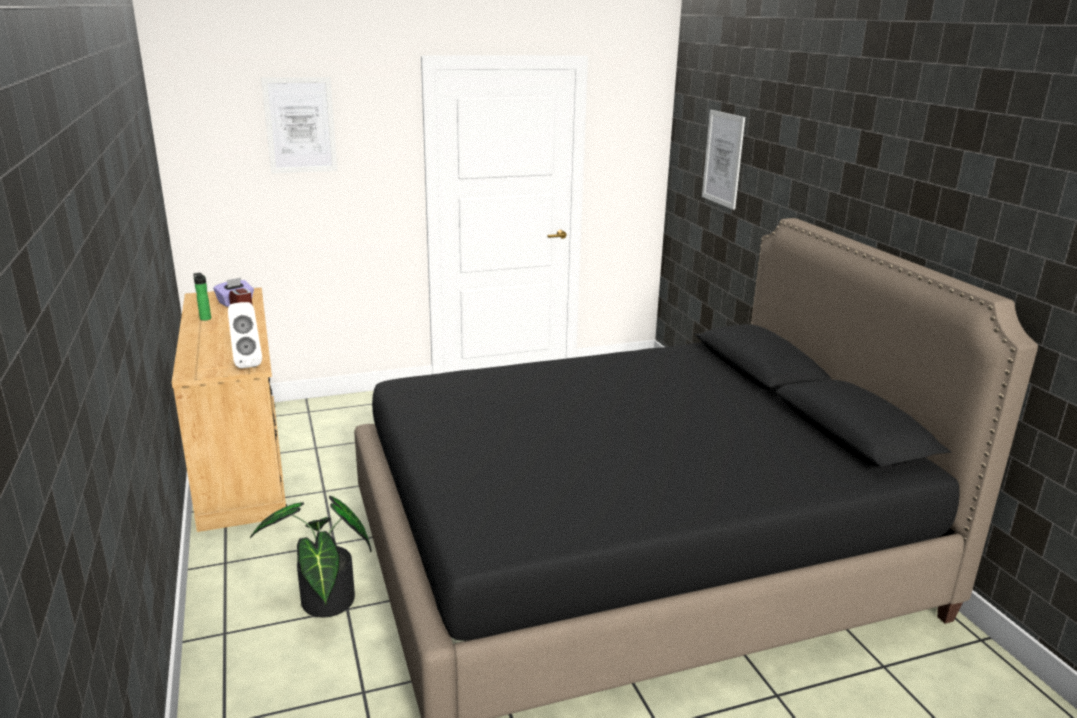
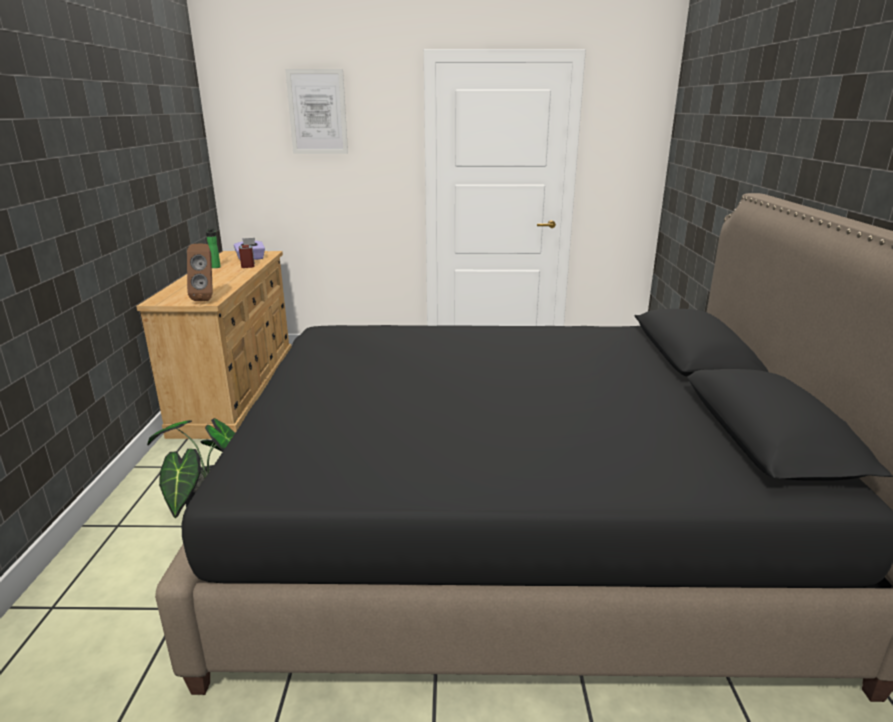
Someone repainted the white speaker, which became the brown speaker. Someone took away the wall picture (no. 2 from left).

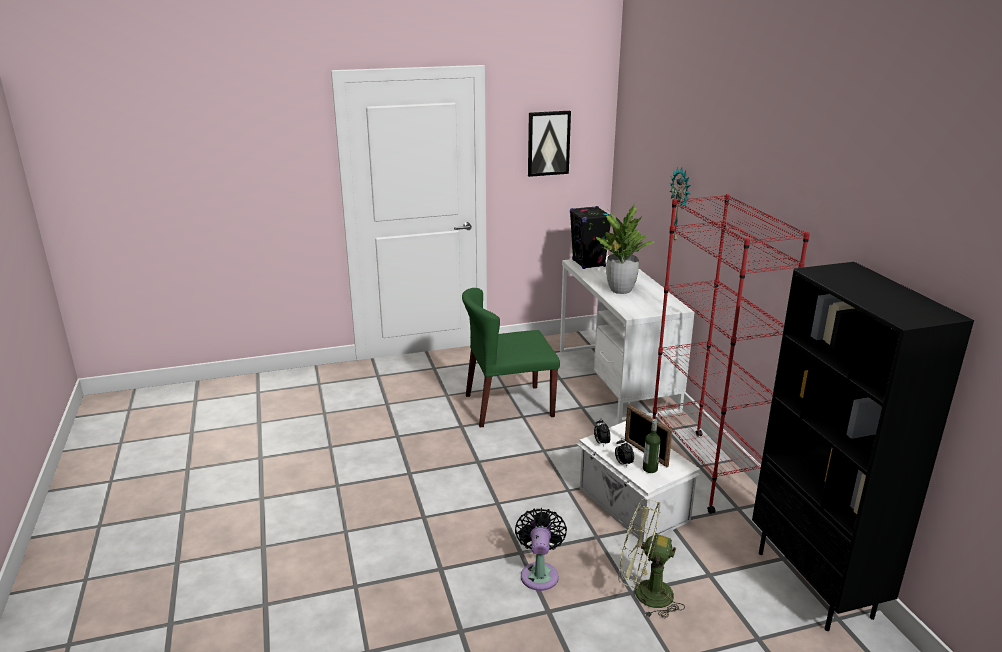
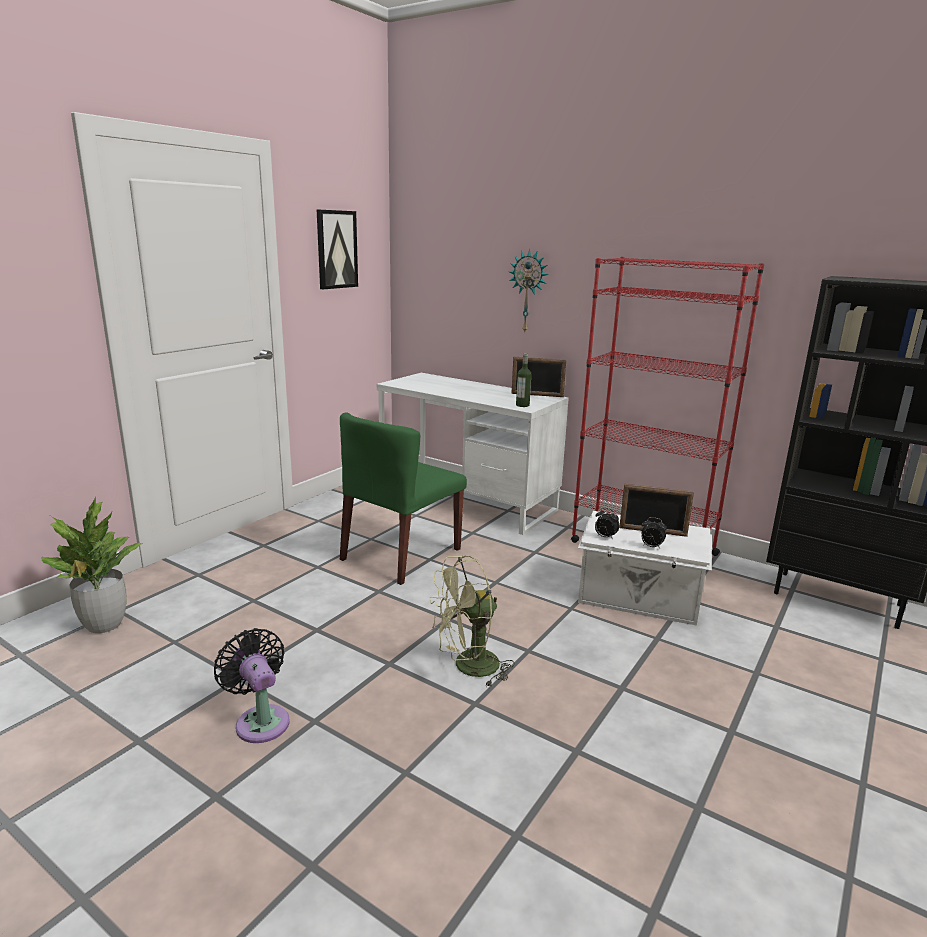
Someone carried the potted plant. Someone carried the black cooling fan. Someone carried the greenish cooling fan. Someone put down the photo frame (no. 1 from left). Someone carried the bottle. Someone took away the black speaker.

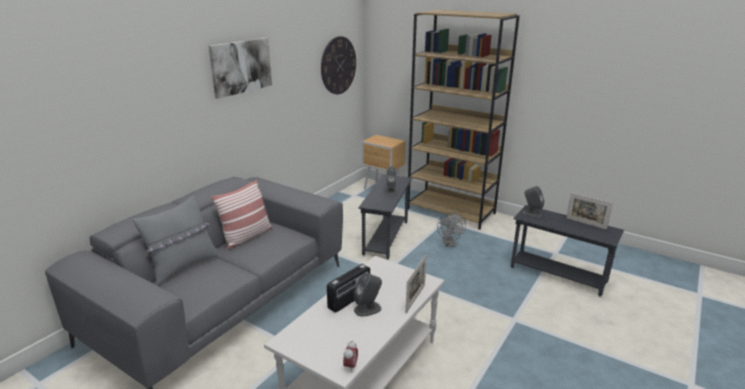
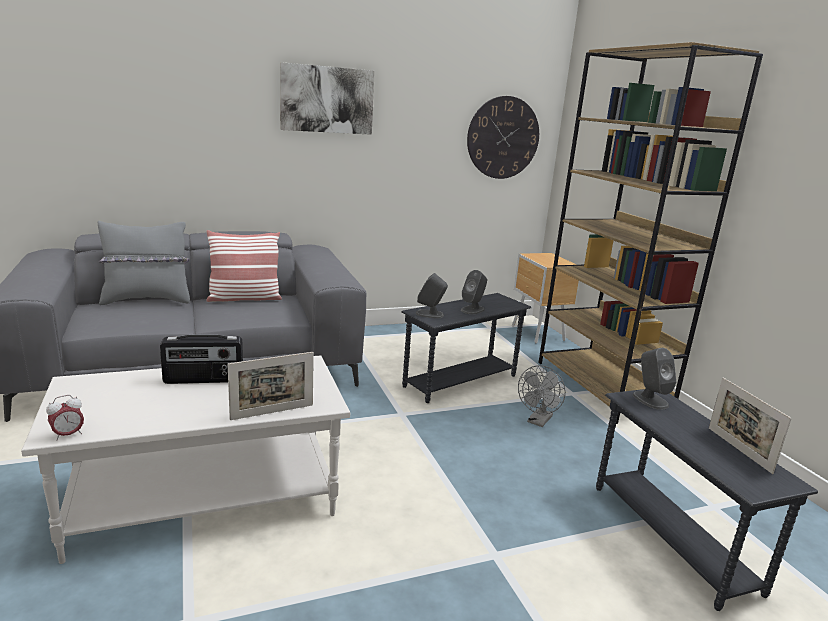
Someone carried the greyish speaker (no. 1 from left).

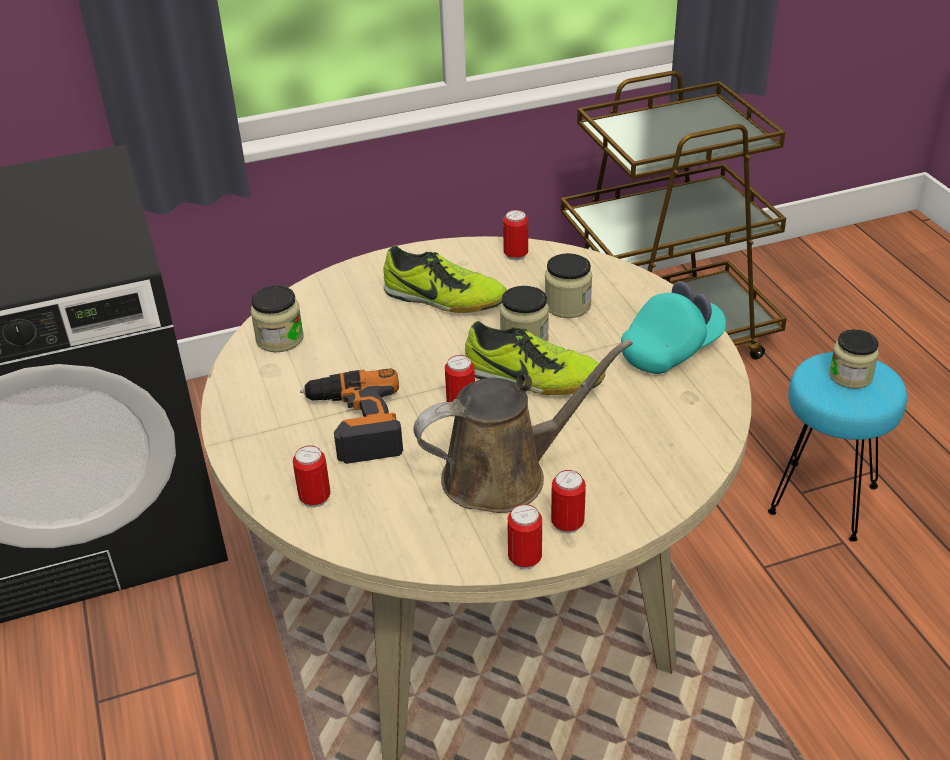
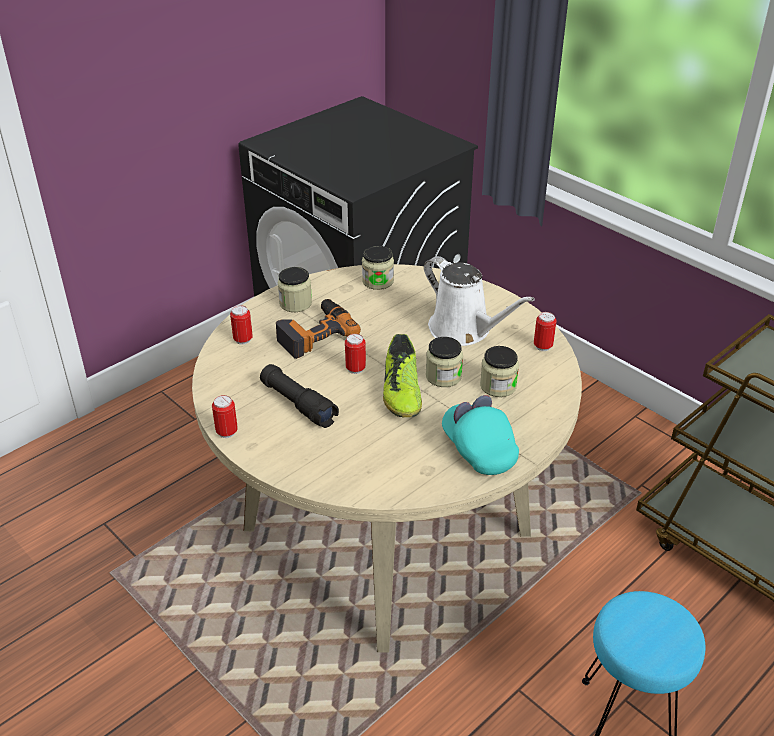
Someone swapped the brown watering pot for the black hand torch. Someone carried the jar (no. 4 from left in the first image). Someone swapped the item of footwear (no. 1 from left) for the white watering pot. Someone rotated the turquoise cap by 150 degrees counterclockwise. Someone took away the can (no. 5 from left).

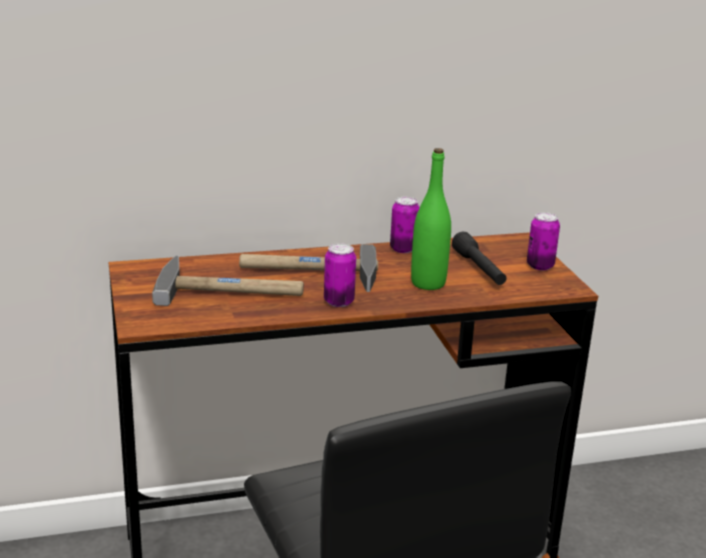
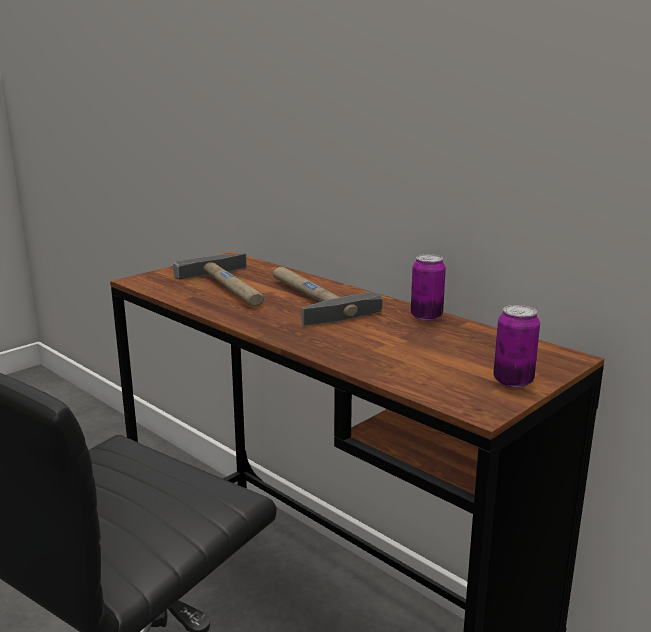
Someone took away the can (no. 1 from left). Someone took away the greenish bottle. Someone took away the black hand torch.

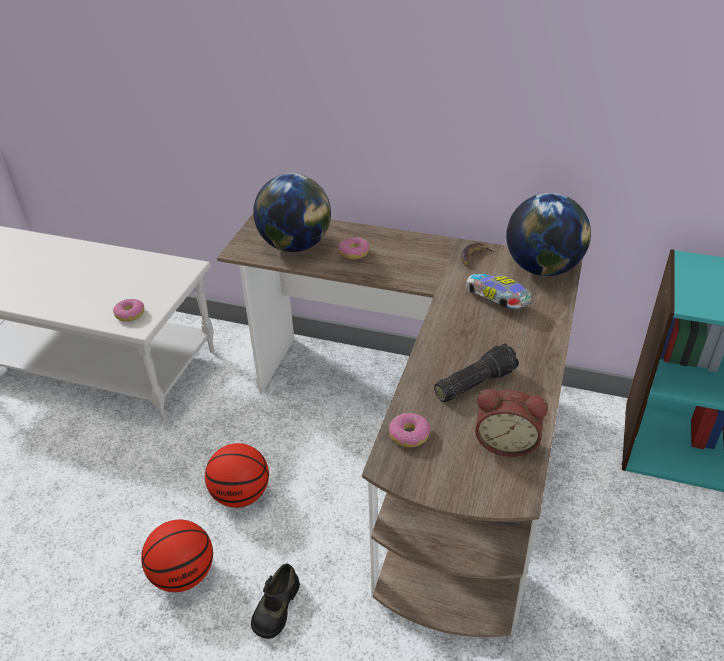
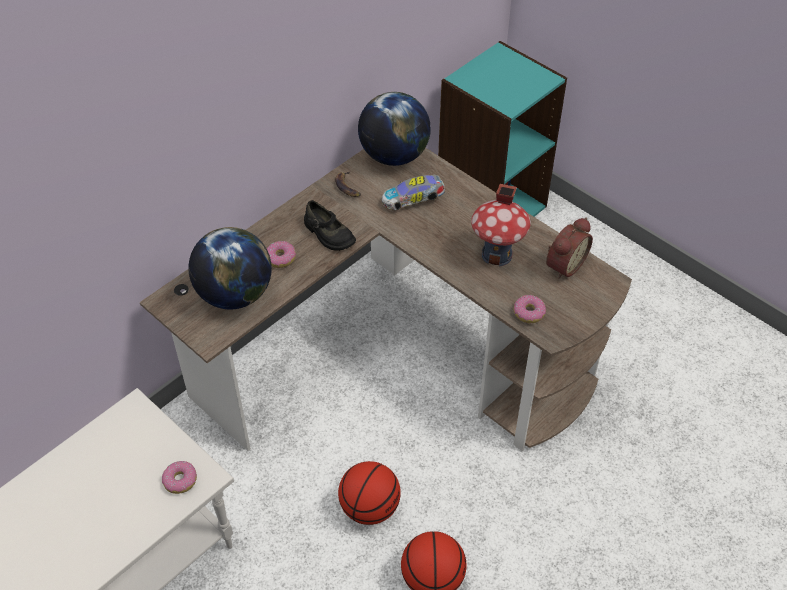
Someone carried the black item of footwear. Someone swapped the hand torch for the miniature house.

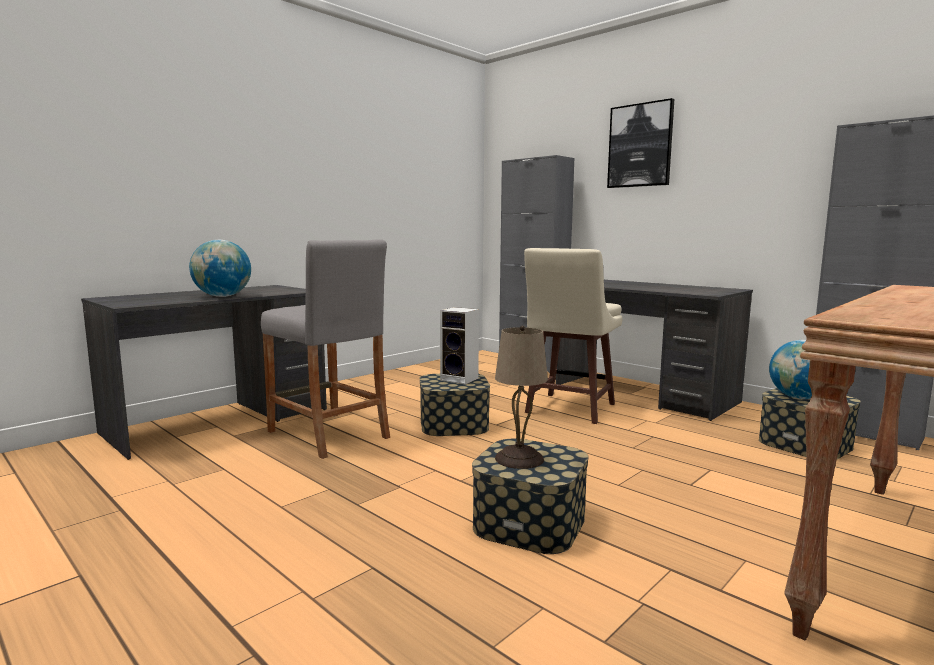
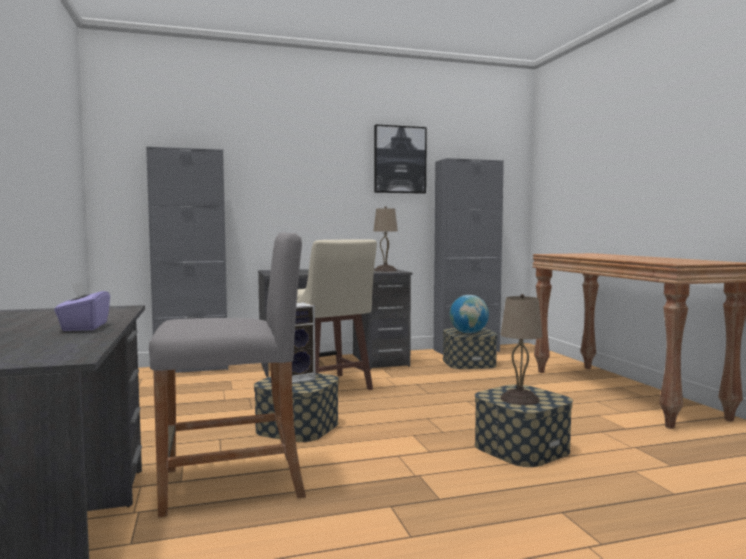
Someone swapped the globe (no. 1 from left) for the purplish tissue box. Someone put down the beige-coloured lamp for a table (no. 1 from left). Someone carried the wall picture.

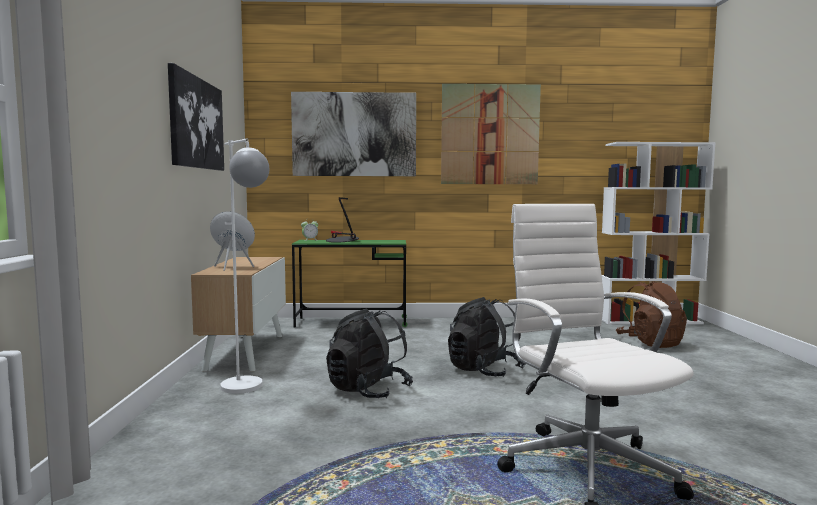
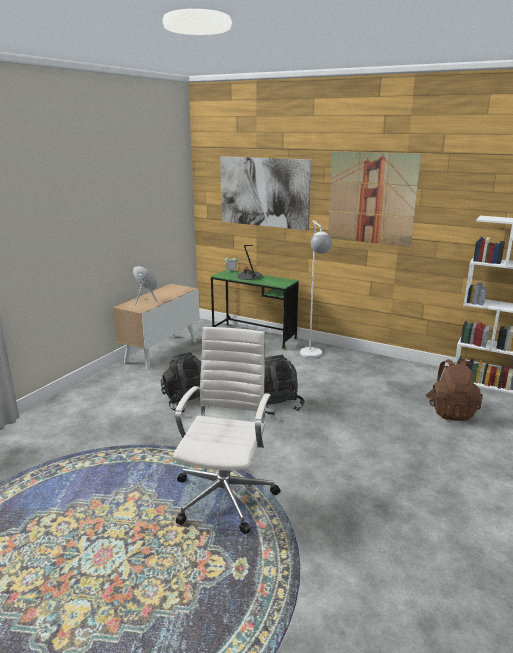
Someone carried the white standard lamp. Someone took away the wall picture (no. 1 from left).

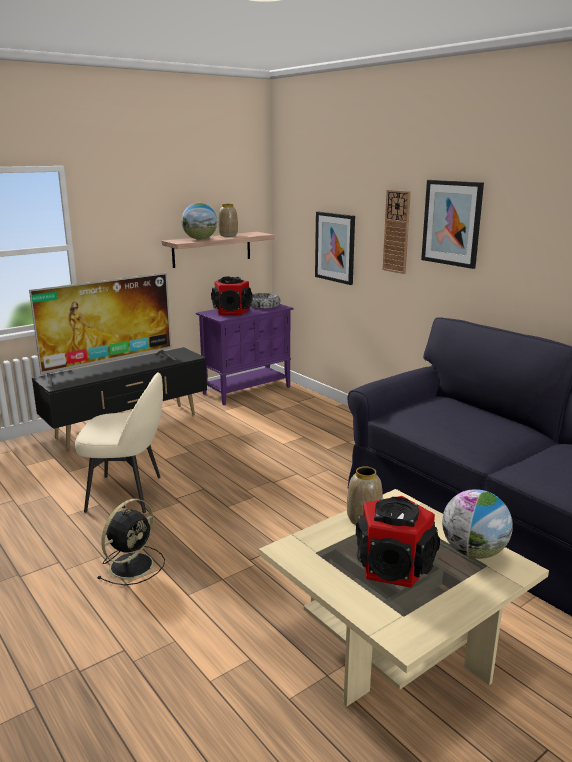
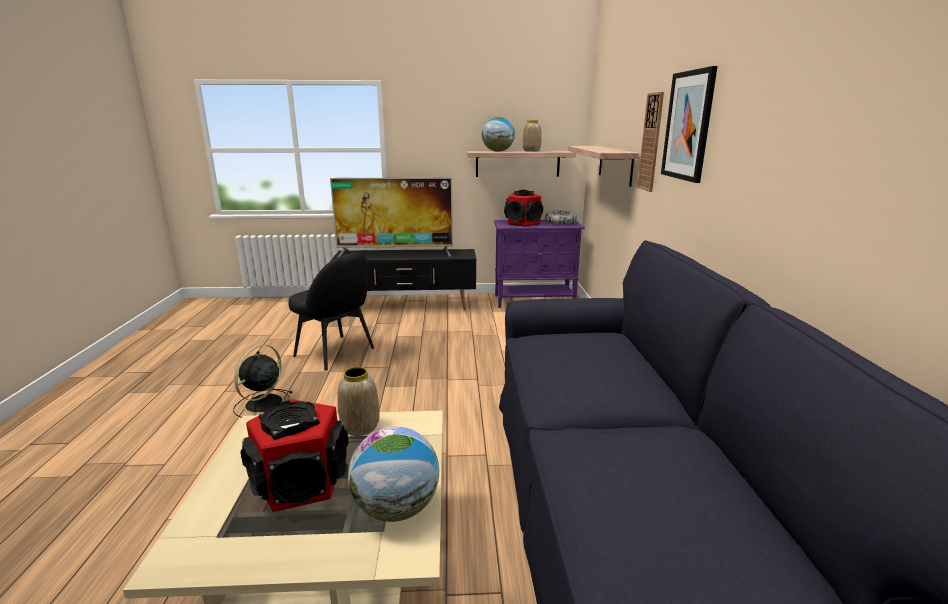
Someone rotated the black cooling fan by 135 degrees clockwise. Someone repainted the beige-coloured chair, which became the black chair. Someone swapped the wall picture (no. 1 from left) for the wall shelf (no. 2 from left).

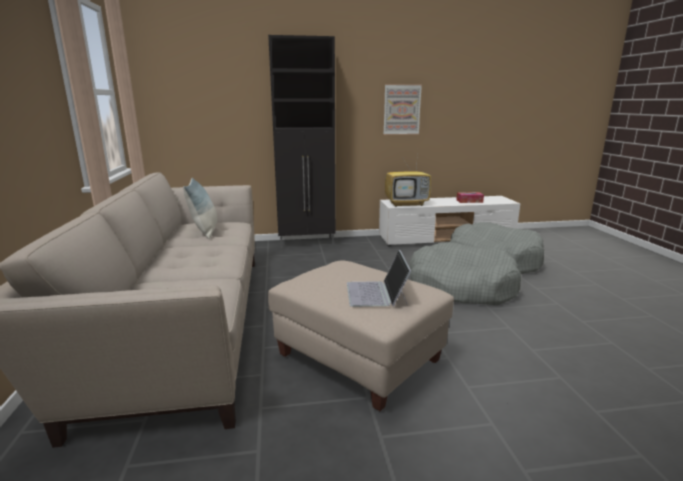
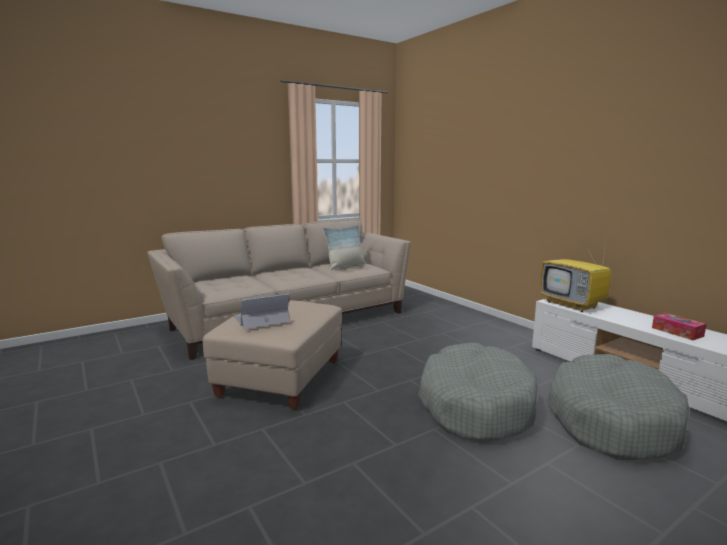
Someone took away the black storage cabinet. Someone took away the wall picture.

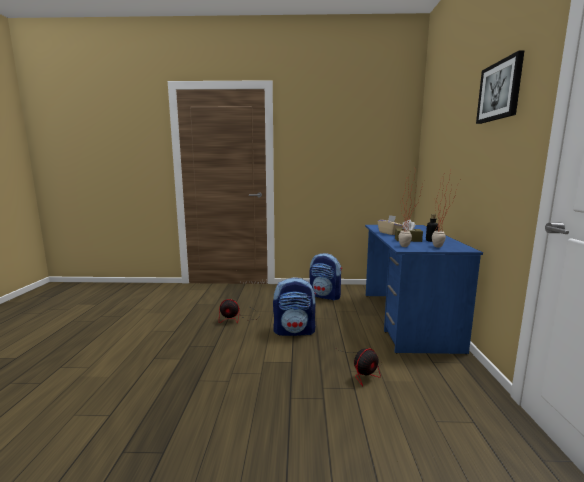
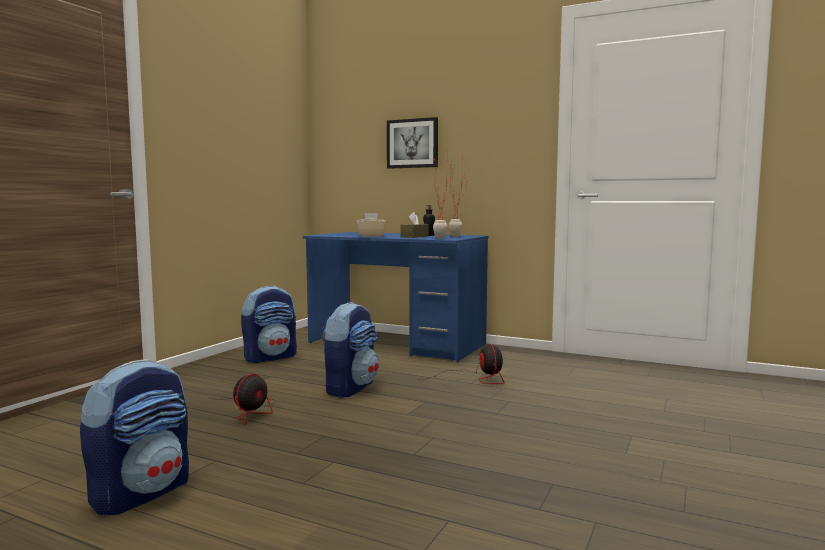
Someone put down the rucksack (no. 1 from left). Someone carried the wall picture.

